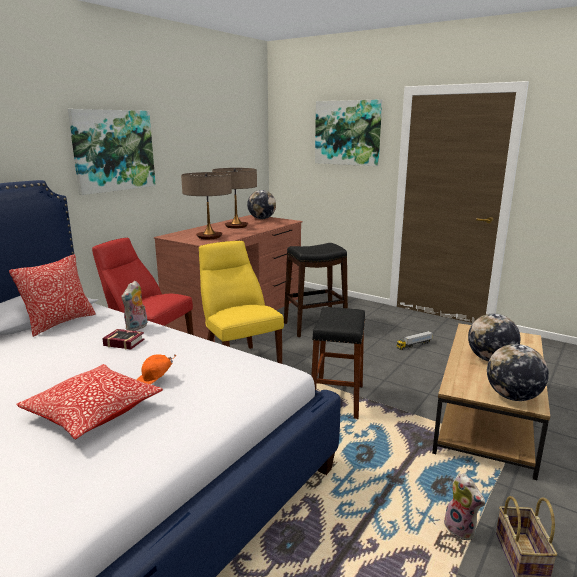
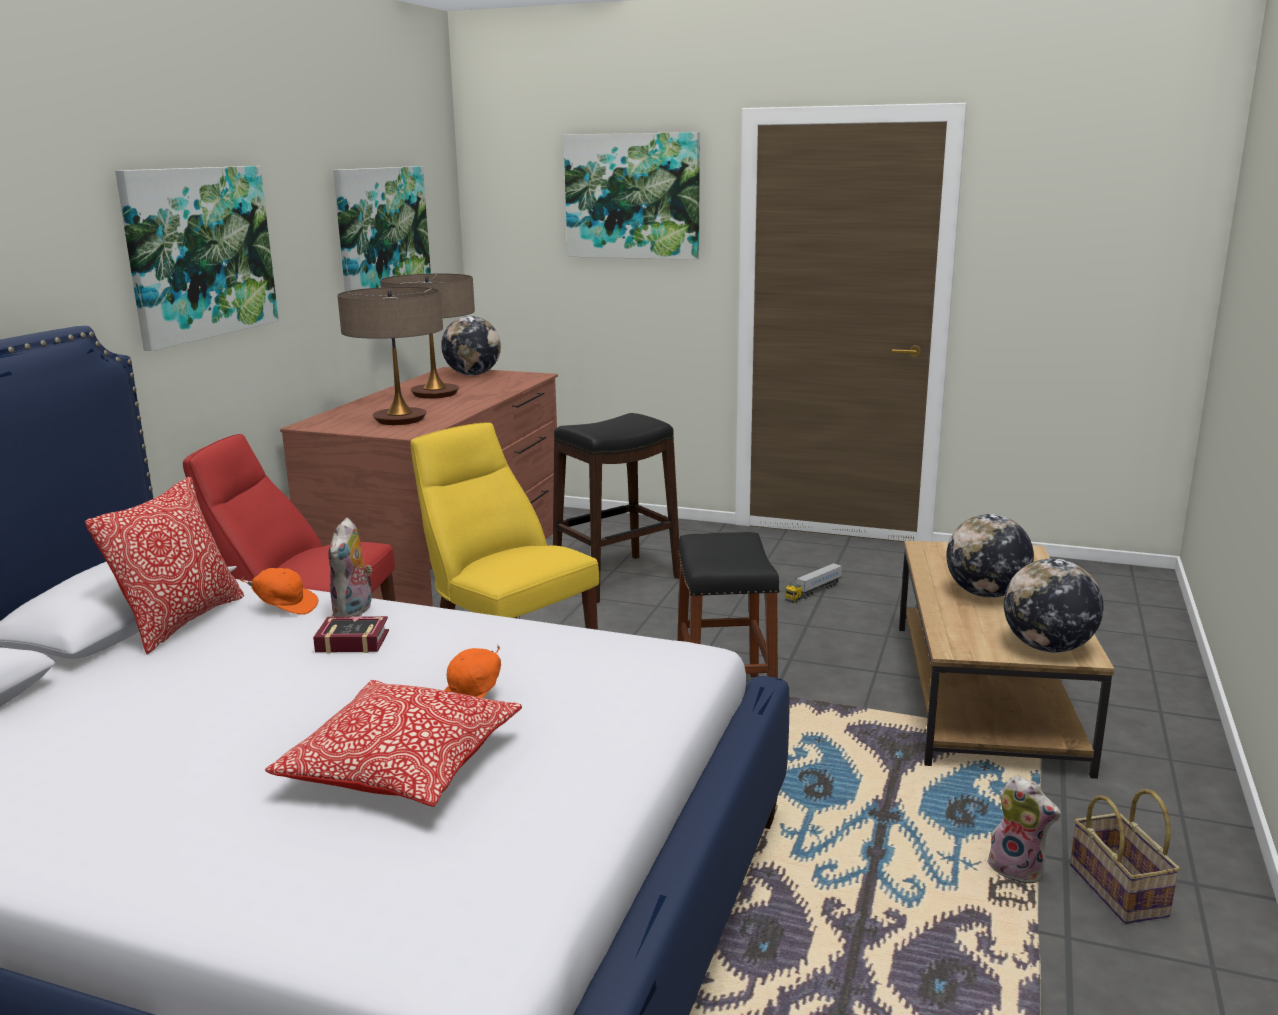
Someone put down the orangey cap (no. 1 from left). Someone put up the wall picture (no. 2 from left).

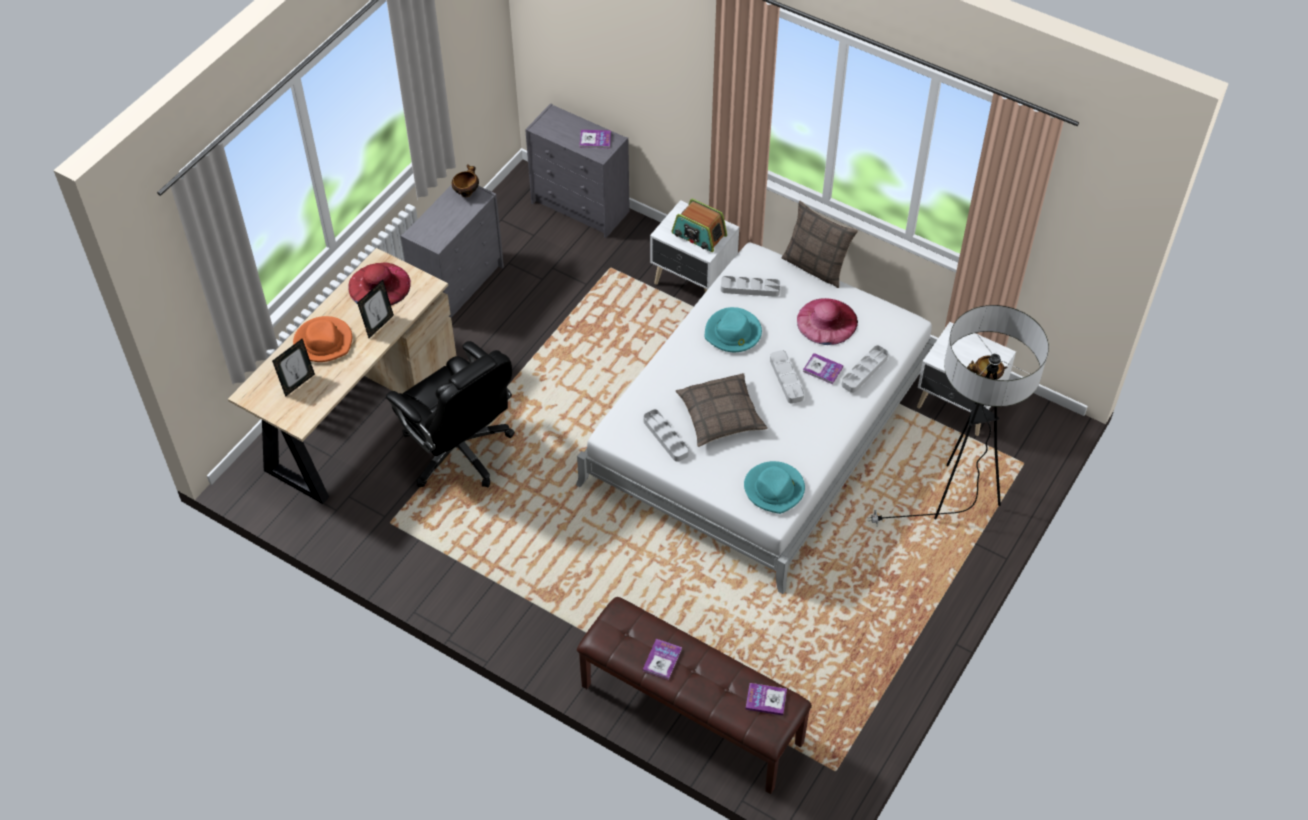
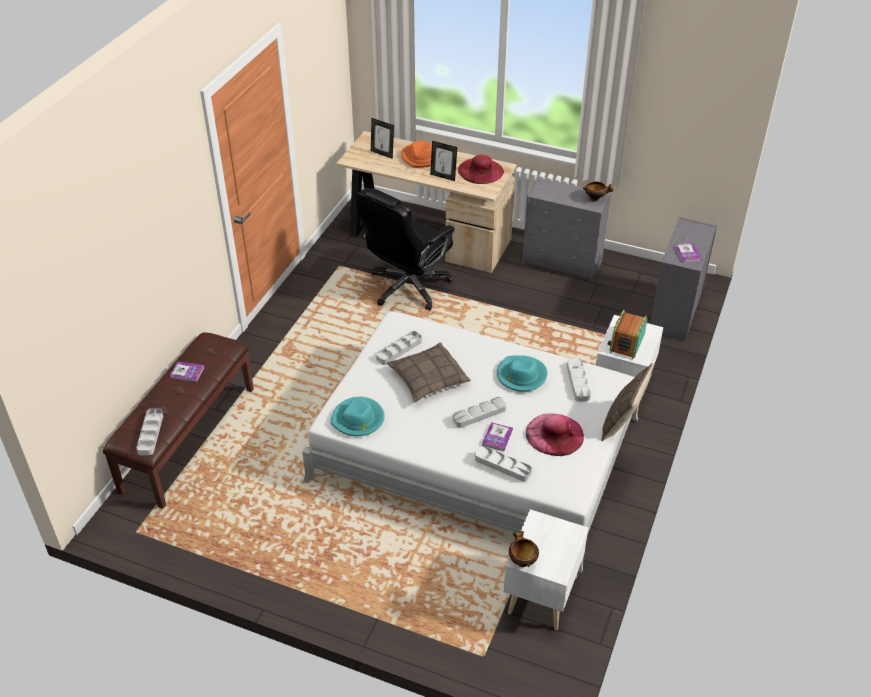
Someone swapped the volume (no. 3 from left) for the greyish carrying tray (no. 1 from left). Someone took away the standard lamp.

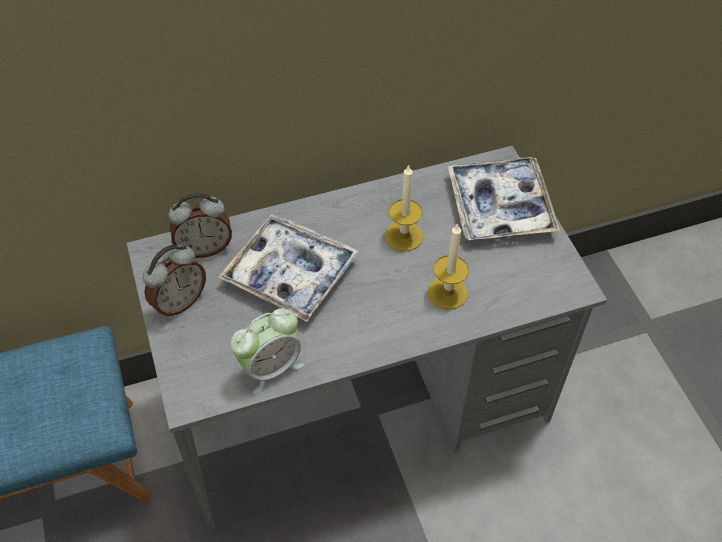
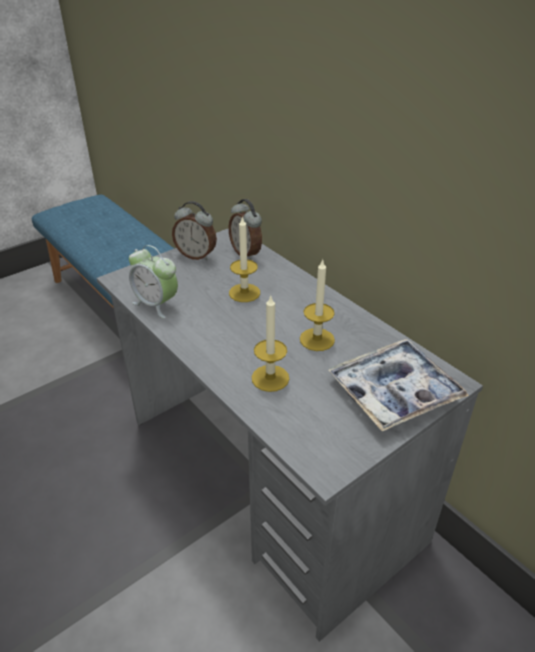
Someone swapped the carrying tray (no. 1 from left) for the wax light (no. 1 from left).

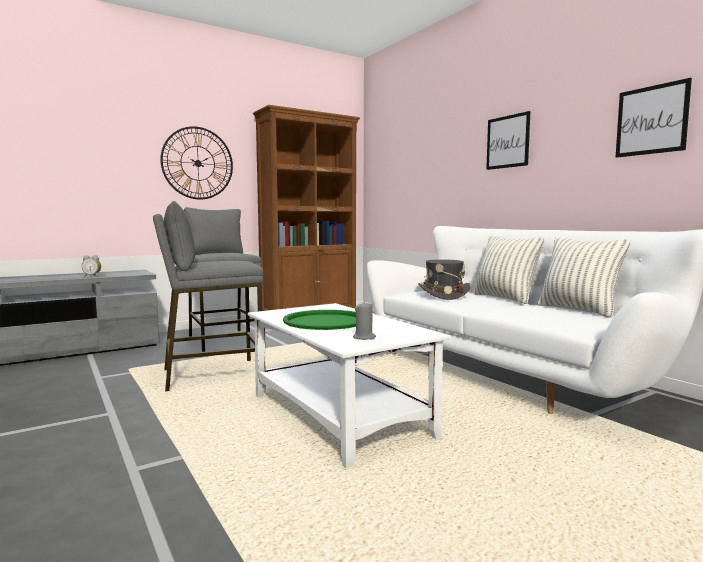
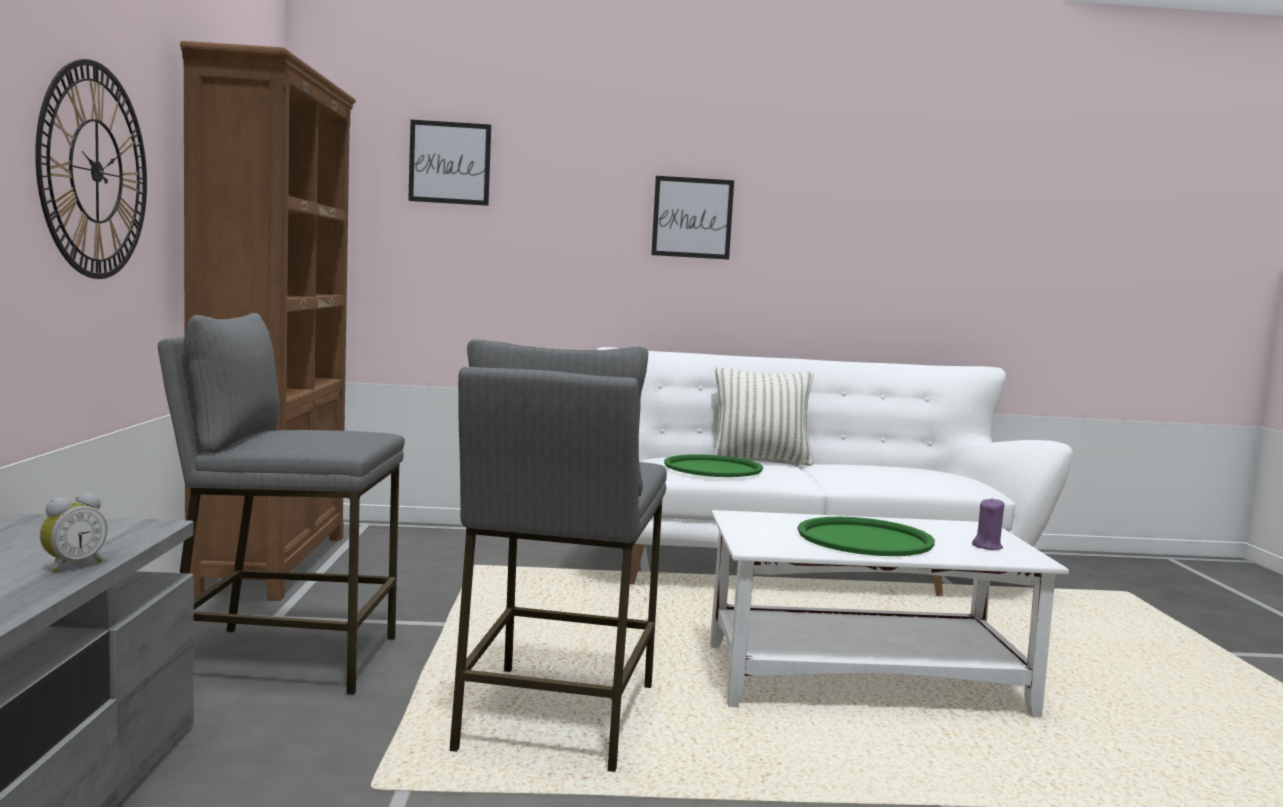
Someone carried the wall picture (no. 2 from left in the first image). Someone swapped the greyish clothing hat for the greenish carrying tray (no. 1 from left). Someone repainted the greyish wax light, which became the purplish wax light. Someone took away the pillow (no. 2 from left).

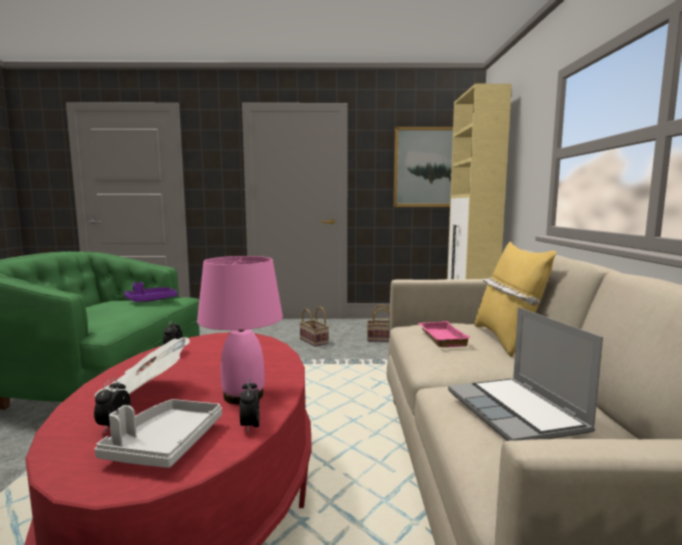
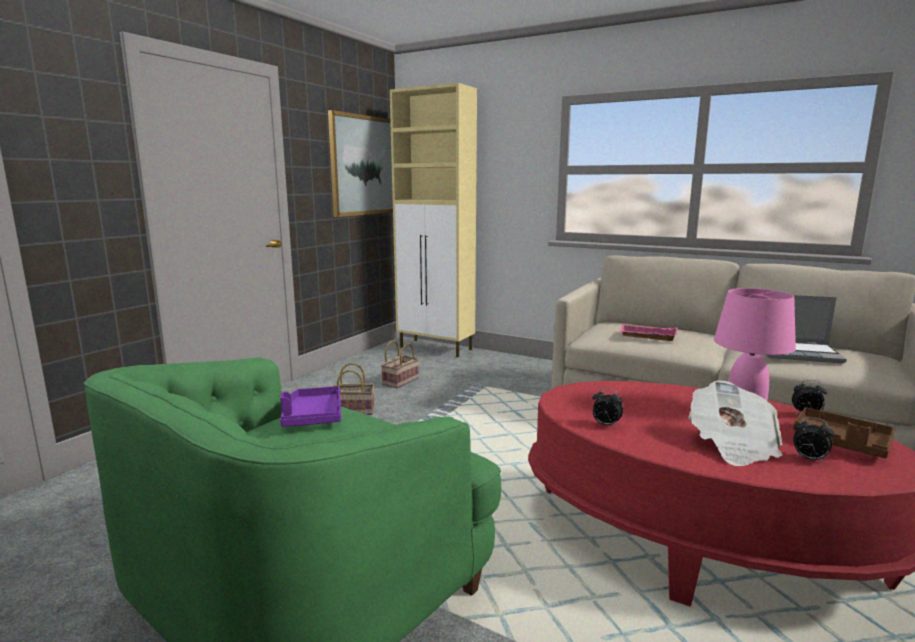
Someone repainted the greyish carrying tray, which became the brown carrying tray. Someone took away the yellow pillow.

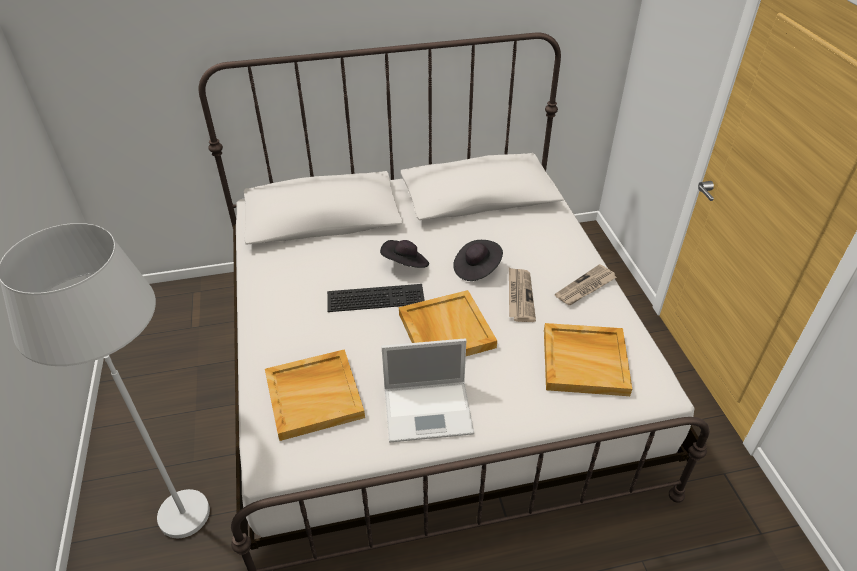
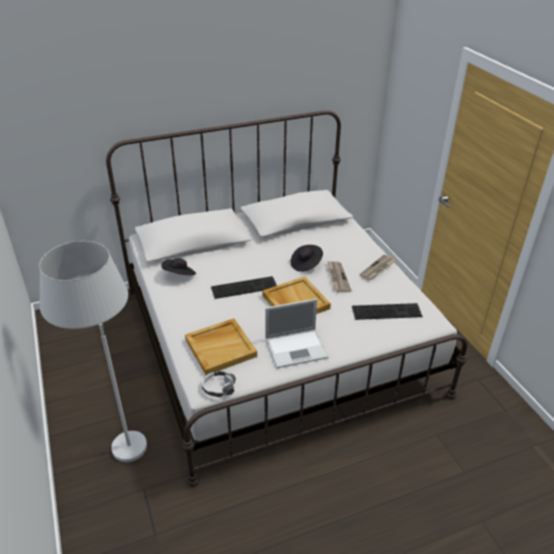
Someone carried the black clothing hat (no. 1 from left). Someone put down the headphones. Someone swapped the beige-coloured carrying tray (no. 3 from left) for the PC keyboard (no. 2 from left).

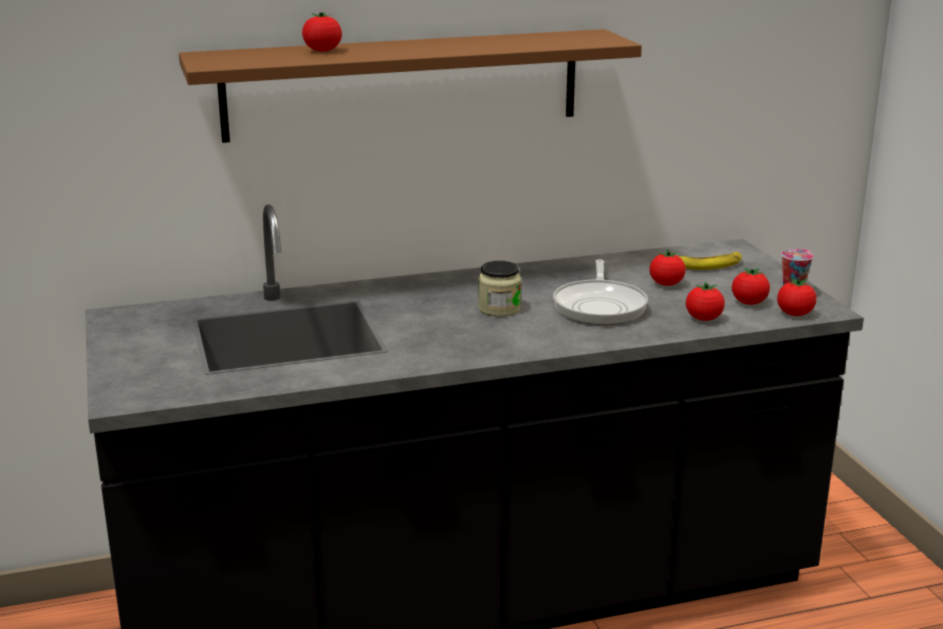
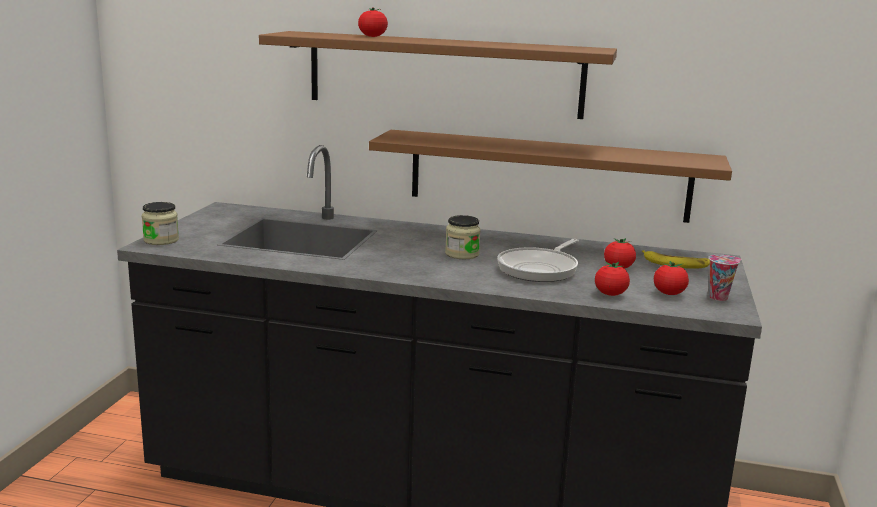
Someone put down the jar (no. 1 from left). Someone put up the brown wall shelf (no. 2 from left). Someone took away the whole tomato (no. 5 from left).

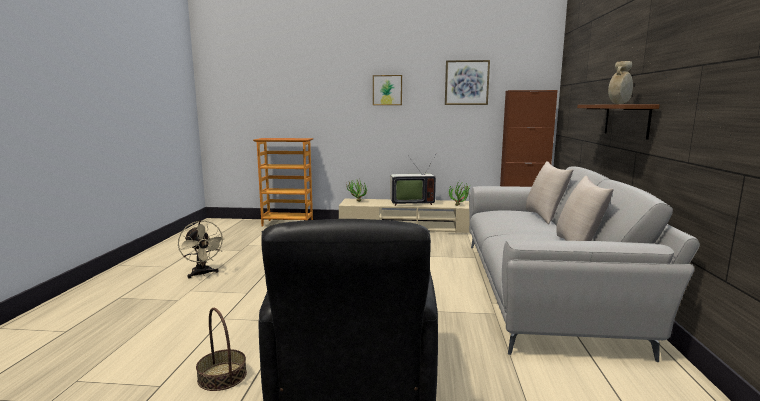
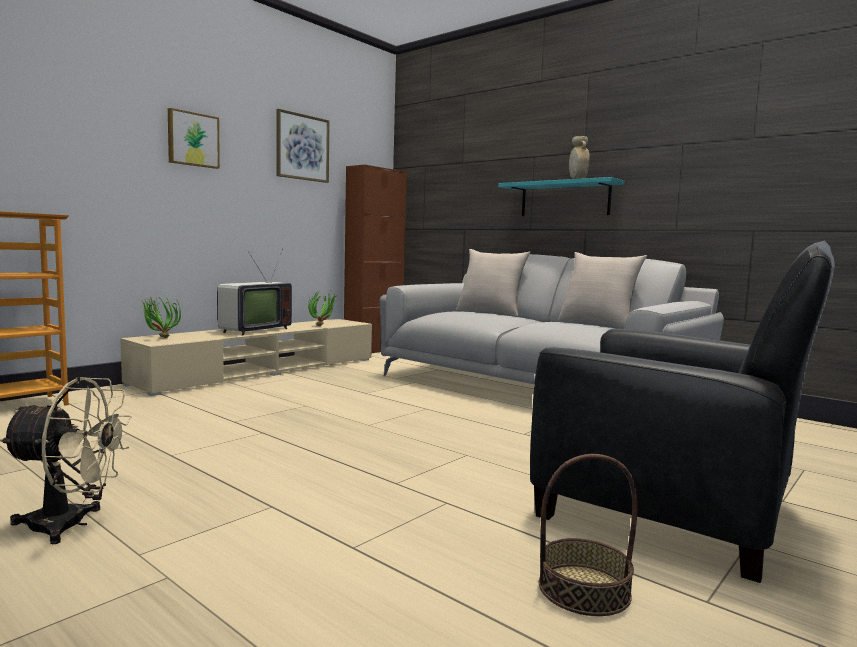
Someone repainted the brown wall shelf, which became the turquoise wall shelf.

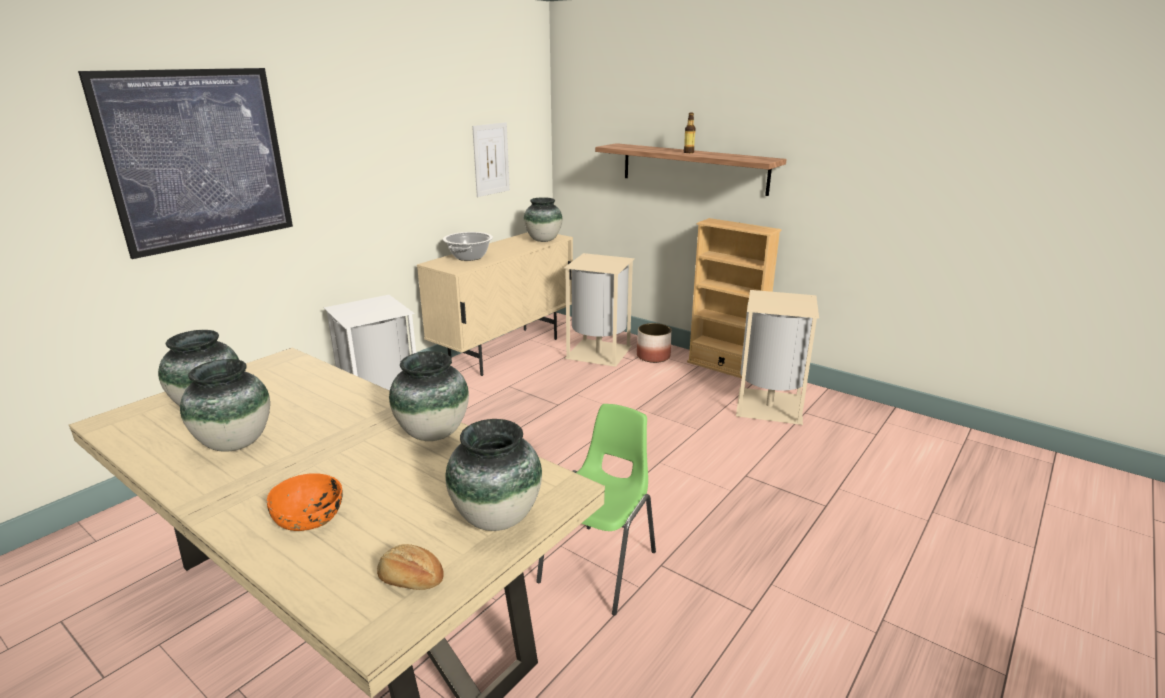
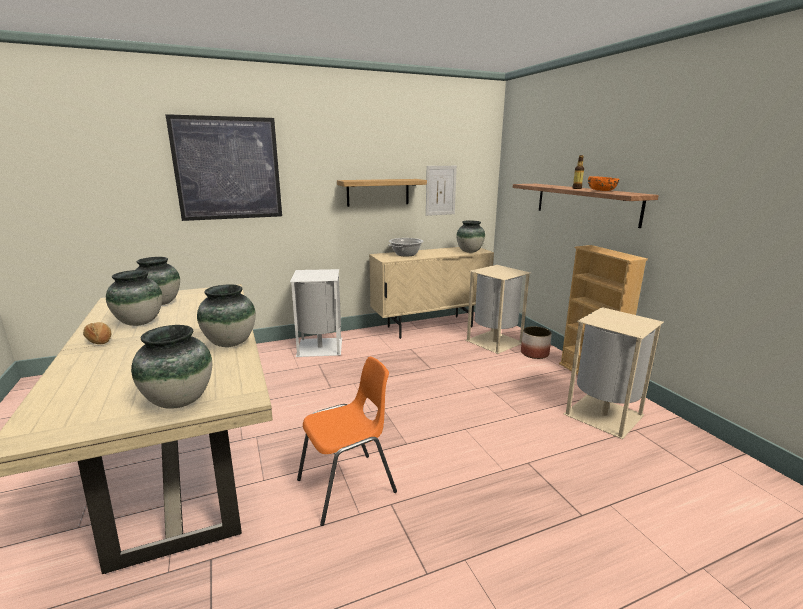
Someone carried the baked bread. Someone repainted the greenish chair, which became the orangey chair. Someone put up the wall shelf (no. 1 from left). Someone carried the orangey deep dish.

